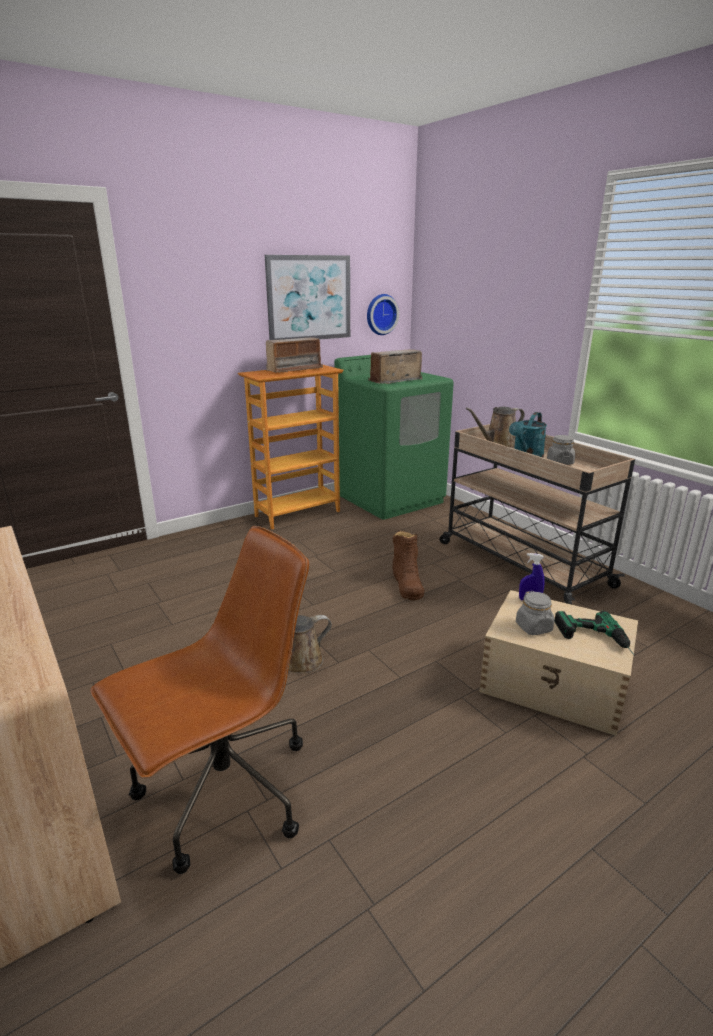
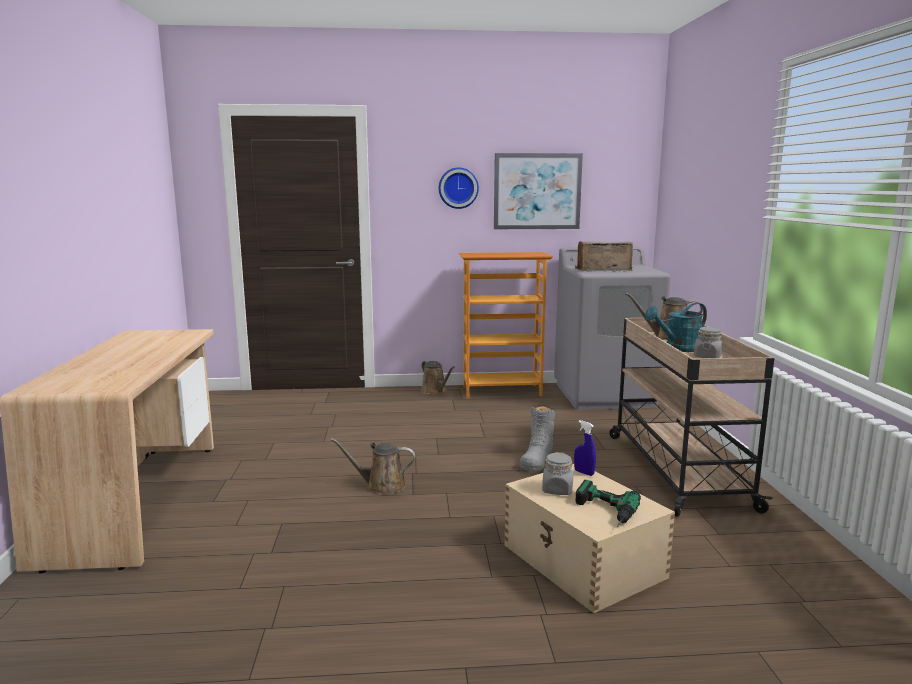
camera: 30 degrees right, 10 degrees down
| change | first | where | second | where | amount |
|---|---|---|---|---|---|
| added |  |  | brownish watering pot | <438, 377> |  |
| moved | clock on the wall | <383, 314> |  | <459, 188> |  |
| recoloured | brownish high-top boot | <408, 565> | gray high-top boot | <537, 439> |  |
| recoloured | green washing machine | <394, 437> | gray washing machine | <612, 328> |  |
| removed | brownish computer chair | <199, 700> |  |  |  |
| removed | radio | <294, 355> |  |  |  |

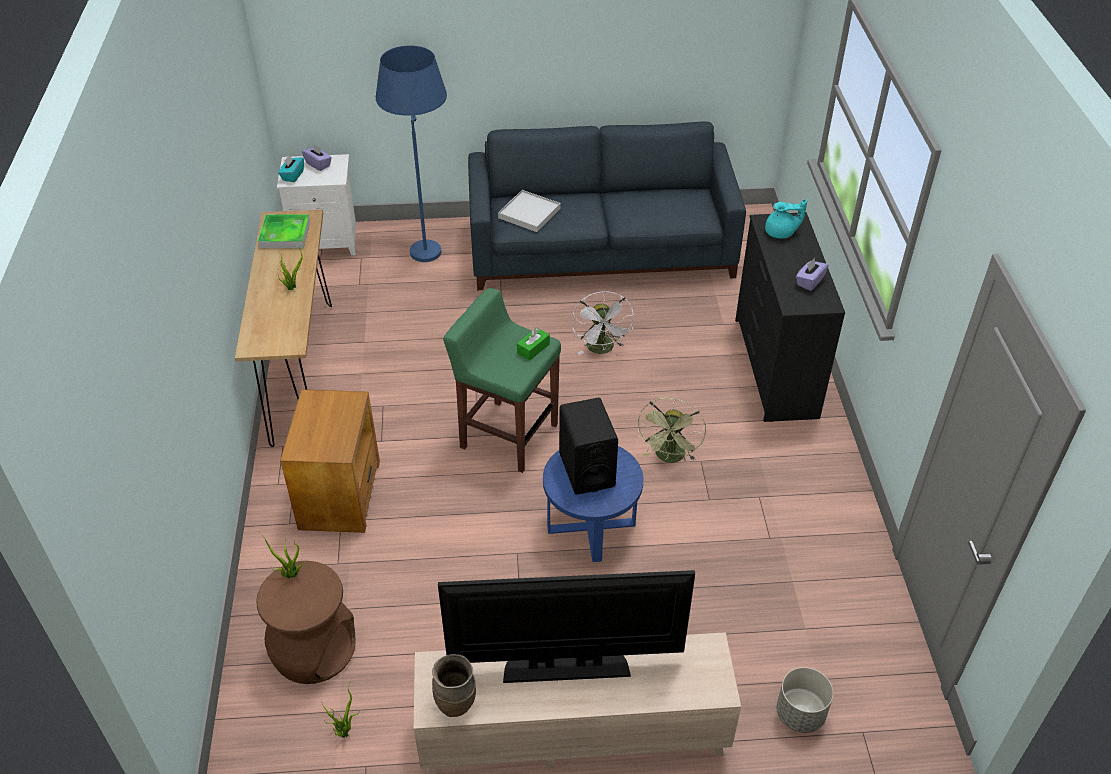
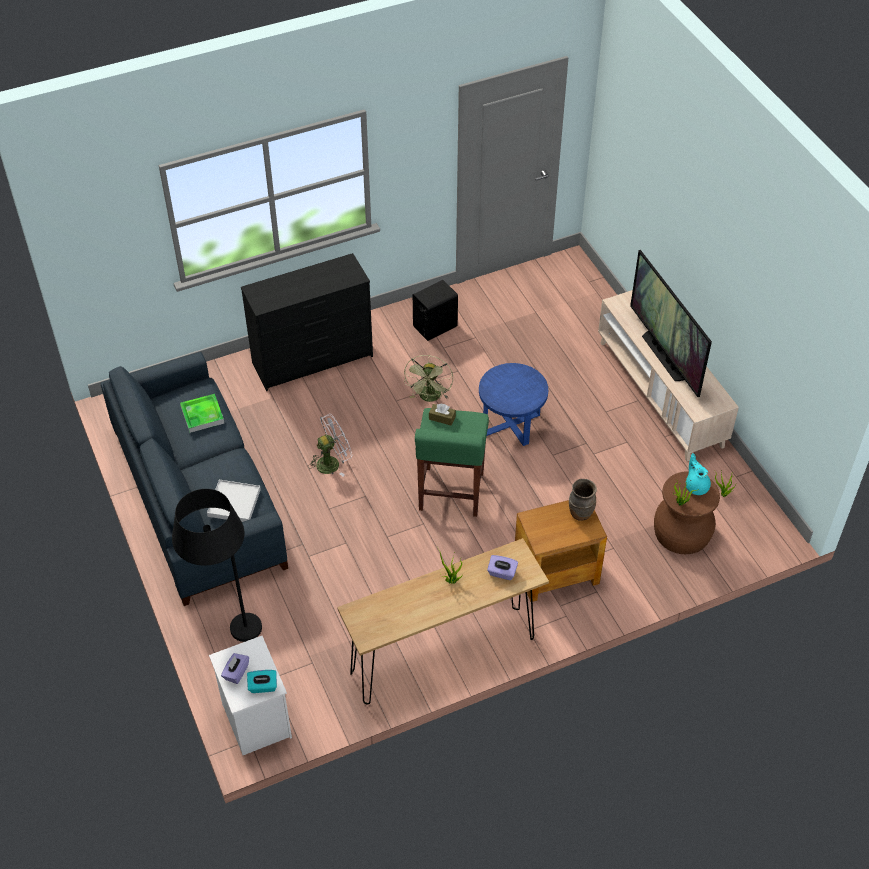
camera: 110 degrees left, 5 degrees up
| change | first | where | second | where | amount |
|---|---|---|---|---|---|
| recoloured | blue-coloured standard lamp | <411, 153> | black-coloured standard lamp | <217, 565> |  |
| moved | carrying tray | <284, 231> |  | <202, 413> |  |
| turned | green cooling fan | <671, 430> |  | <428, 378> | 105 degrees clockwise |
| moved | black-coloured loudspeaker | <588, 446> |  | <435, 310> |  |
| recoloured | green box of tissues | <533, 344> | brownish box of tissues | <442, 415> |  |
| moved | purplish box of tissues | <812, 274> |  | <502, 567> |  |
| moved | brownish flower vase | <454, 685> |  | <583, 500> |  |
| moved | turquoise-coloured teapot | <786, 218> |  | <698, 474> |  |
| removed | gray flower pot | <805, 700> |  |  |  |

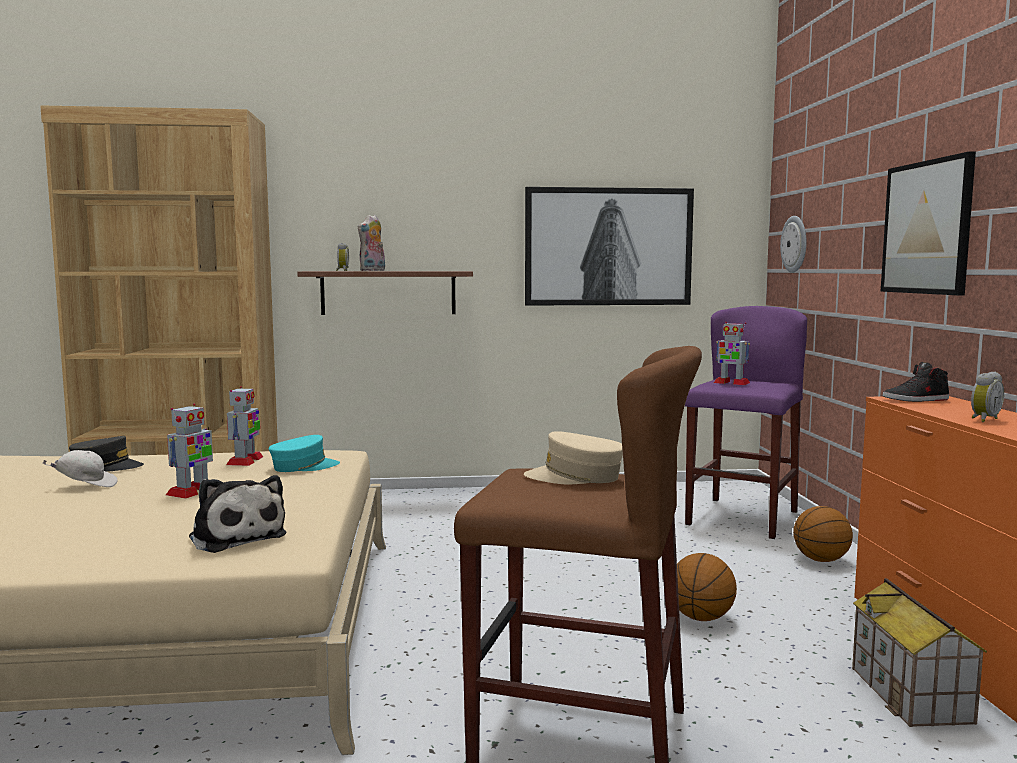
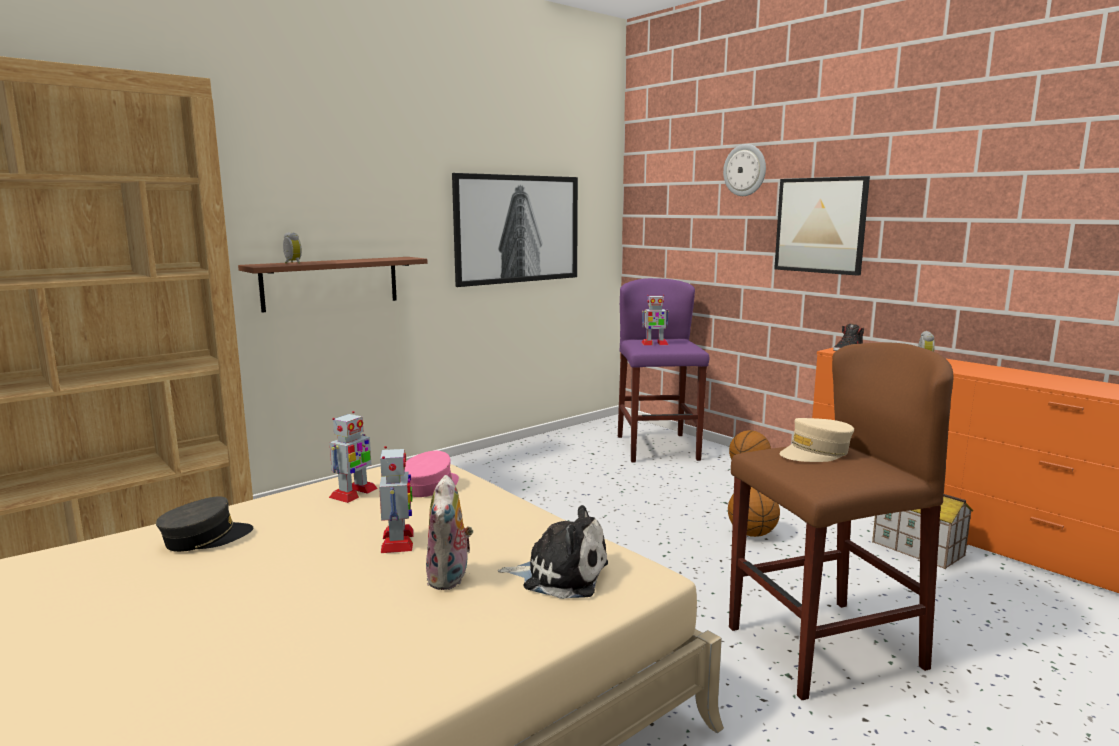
camera: 35 degrees left, 5 degrees up
| change | first | where | second | where | amount |
|---|---|---|---|---|---|
| turned | robot figure | <244, 426> |  | <353, 457> | 60 degrees clockwise |
| recoloured | turquoise-coloured baseball cap | <304, 453> | pinkish baseball cap | <432, 474> |  |
| moved | soft toy | <371, 243> |  | <449, 532> |  |
| moved | clock on the wall | <793, 244> |  | <744, 170> |  |
| removed | whitish baseball cap | <80, 468> |  |  |  |

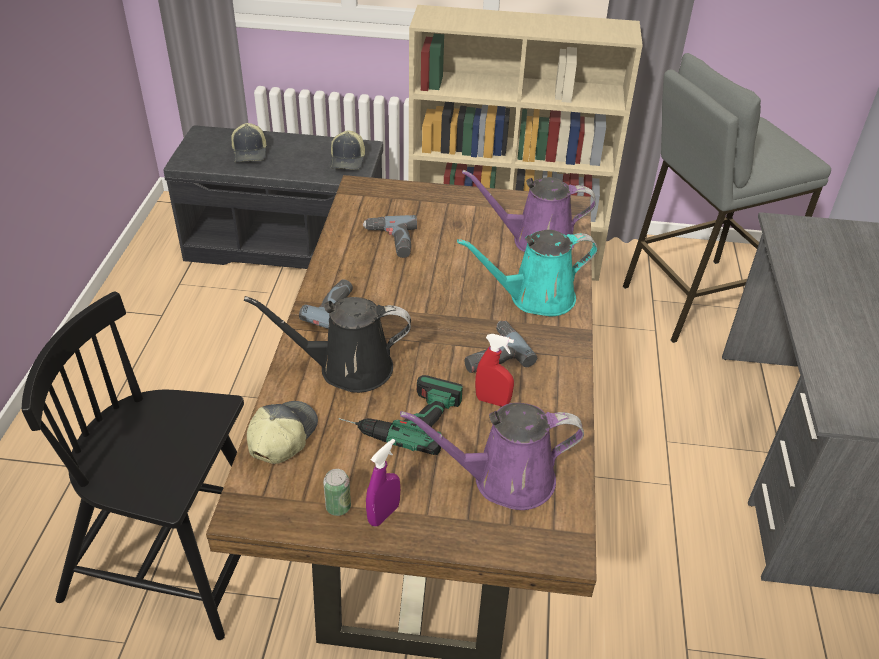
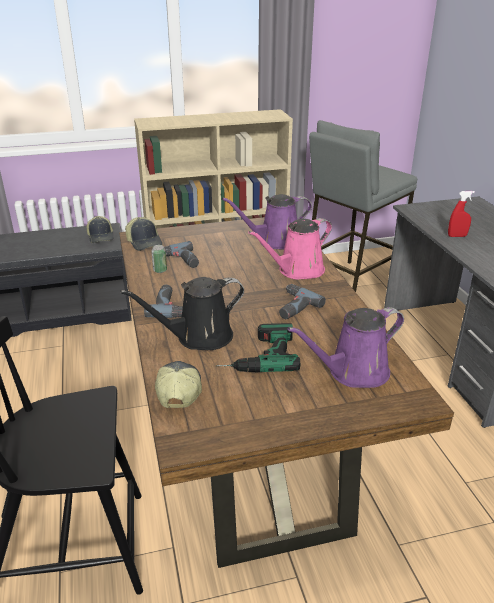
camera: 20 degrees left, 10 degrees down
| change | first | where | second | where | amount |
|---|---|---|---|---|---|
| moved | baseball cap | <249, 142> |  | <143, 234> |  |
| moved | sealed can | <337, 492> |  | <159, 259> |  |
| recoloured | turquoise-coloured watering pot | <527, 273> | pinkish watering pot | <290, 249> |  |
| moved | red-coloured spray bottle | <494, 370> |  | <461, 214> |  |
| removed | purplish spray bottle | <383, 482> |  |  |  |

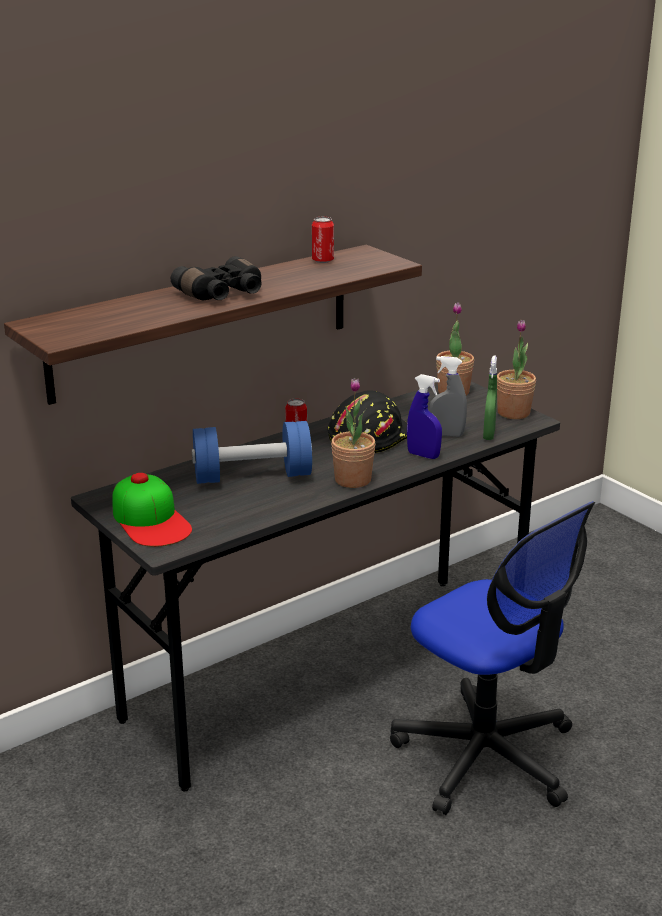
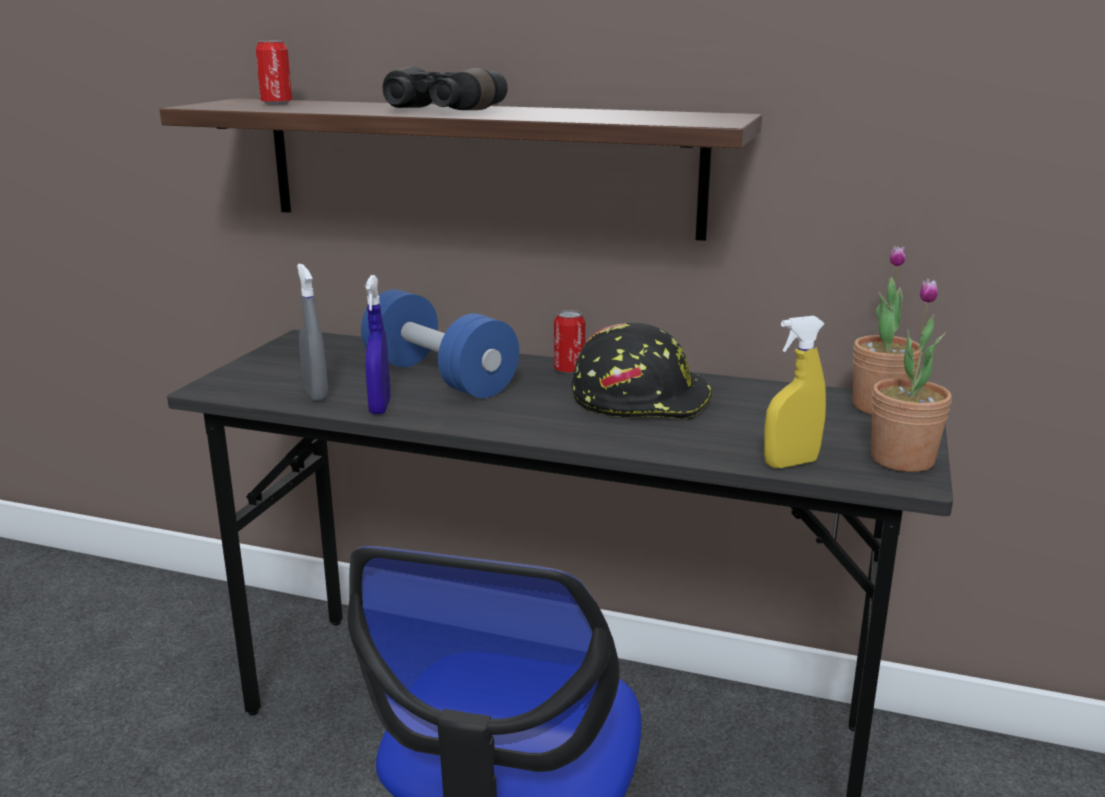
camera: 55 degrees right, 5 degrees down
| change | first | where | second | where | amount |
|---|---|---|---|---|---|
| moved | sealed can | <323, 240> |  | <273, 72> |  |
| moved | gray spray bottle | <448, 396> |  | <312, 332> |  |
| moved | blue-coloured spray bottle | <424, 416> |  | <377, 344> |  |
| recoloured | green spray bottle | <490, 397> | yellow-coloured spray bottle | <795, 392> |  |
| removed | baseball cap | <152, 510> |  |  |  |
| removed | houseplant | <353, 433> |  |  |  |

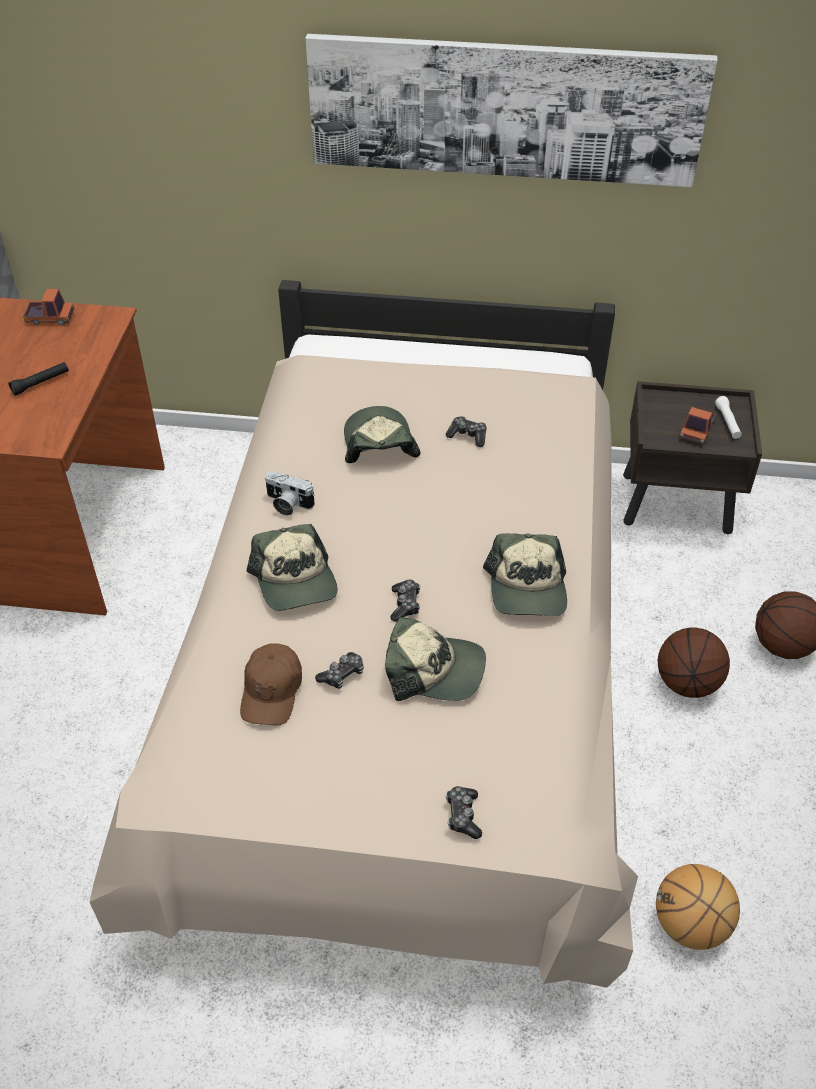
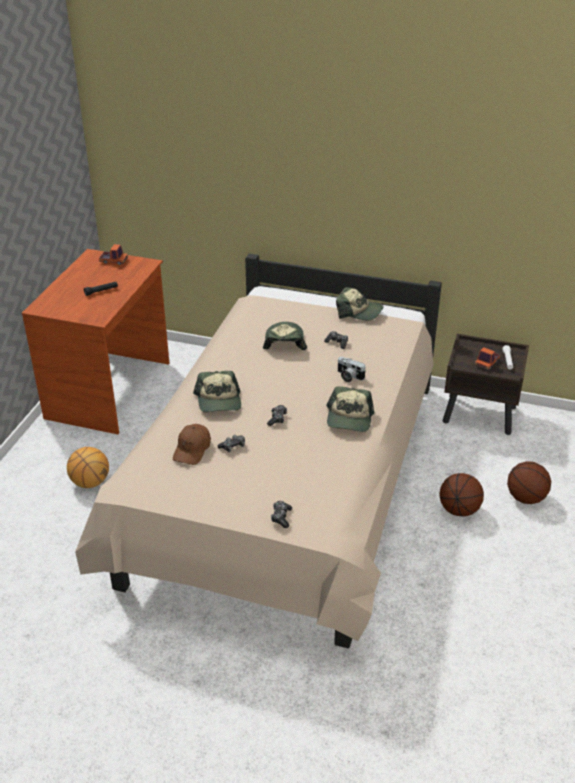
camera: 10 degrees right, 10 degrees down
| change | first | where | second | where | amount |
|---|---|---|---|---|---|
| moved | basketball ball | <698, 907> |  | <88, 467> |  |
| moved | baseball cap | <435, 659> |  | <360, 303> |  |
| moved | still camera | <290, 493> |  | <351, 369> |  |
| removed | wall art | <512, 110> |  |  |  |

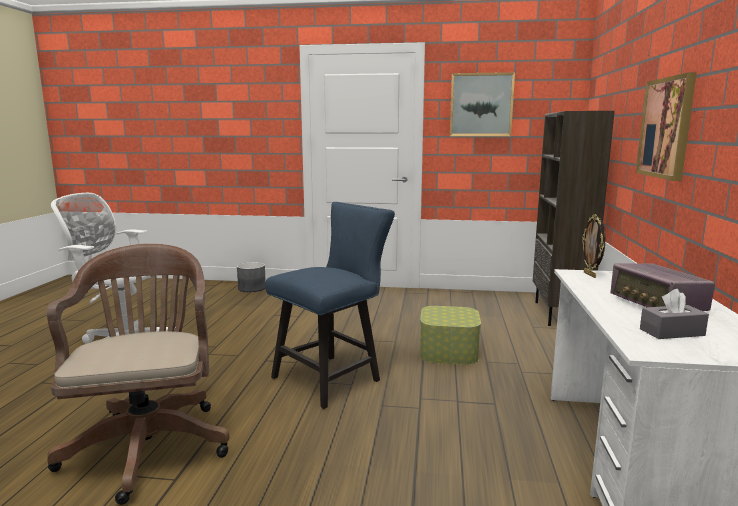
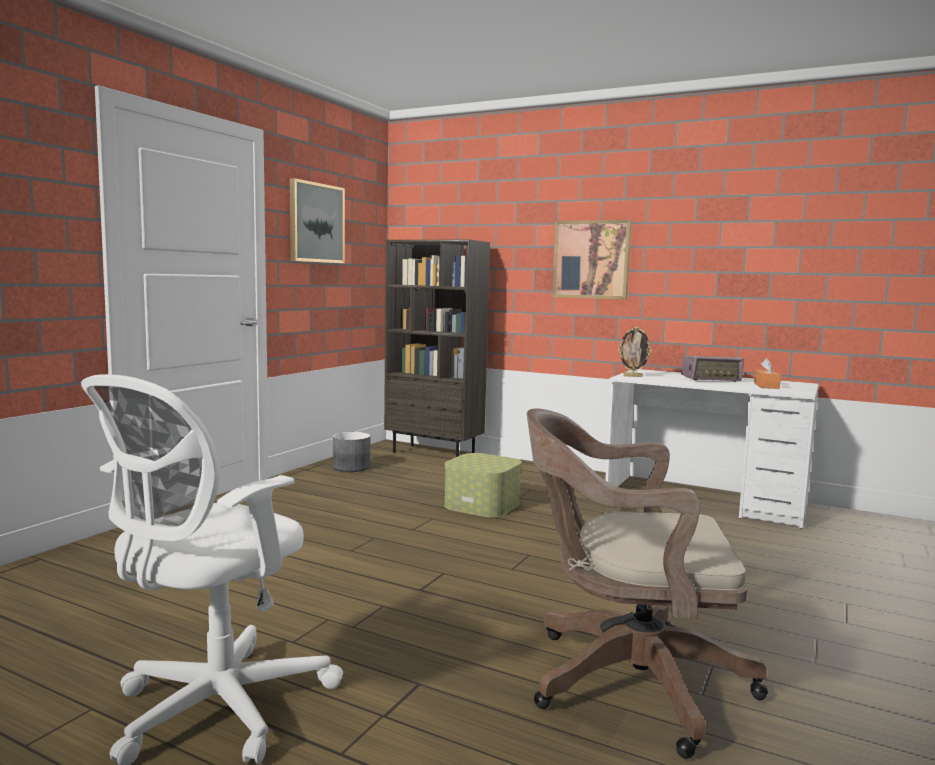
camera: 70 degrees left, 5 degrees down
| change | first | where | second | where | amount |
|---|---|---|---|---|---|
| moved | gray flower pot | <251, 277> |  | <352, 452> |  |
| recoloured | gray box of tissues | <674, 314> | orangey box of tissues | <767, 373> |  |
| removed | blue-coloured upright chair | <330, 305> |  |  |  |

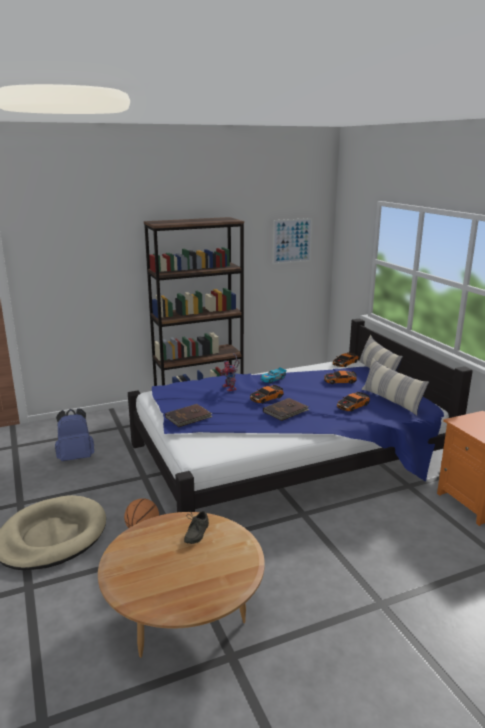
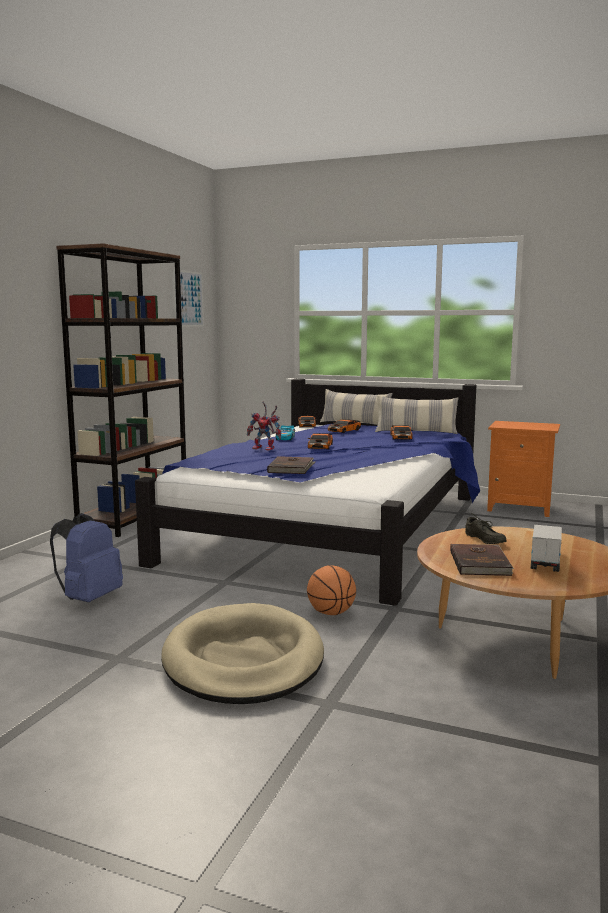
camera: 45 degrees left, 10 degrees down
| change | first | where | second | where | amount |
|---|---|---|---|---|---|
| moved | brownish book | <286, 409> |  | <482, 560> |  |
| added |  |  | model truck | <546, 548> |  |

